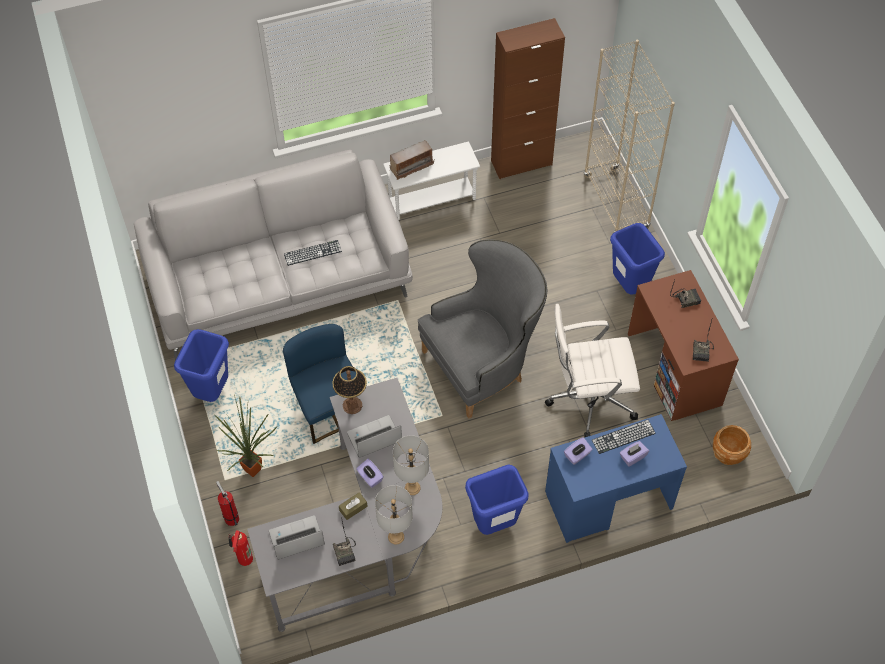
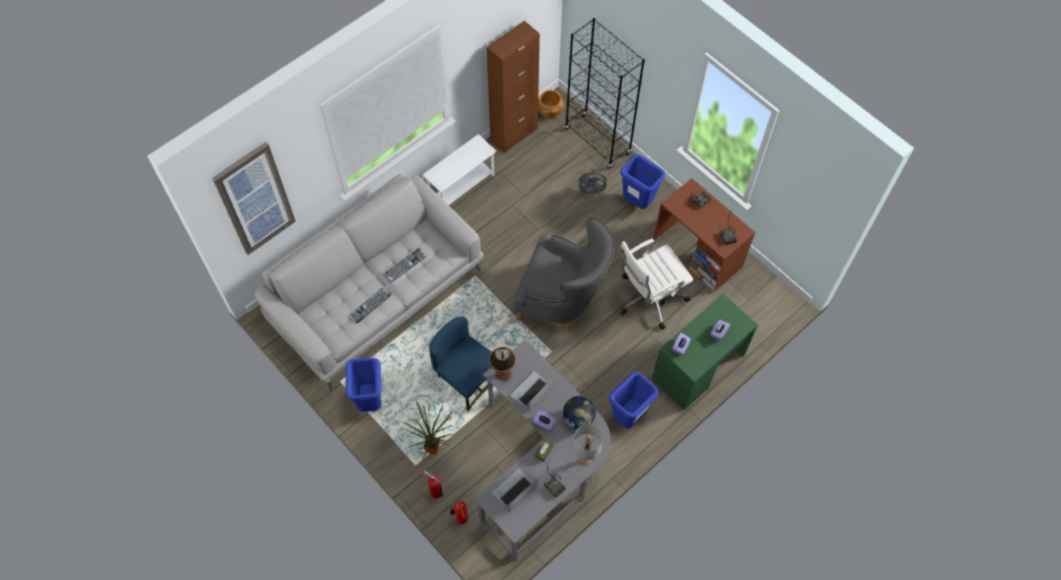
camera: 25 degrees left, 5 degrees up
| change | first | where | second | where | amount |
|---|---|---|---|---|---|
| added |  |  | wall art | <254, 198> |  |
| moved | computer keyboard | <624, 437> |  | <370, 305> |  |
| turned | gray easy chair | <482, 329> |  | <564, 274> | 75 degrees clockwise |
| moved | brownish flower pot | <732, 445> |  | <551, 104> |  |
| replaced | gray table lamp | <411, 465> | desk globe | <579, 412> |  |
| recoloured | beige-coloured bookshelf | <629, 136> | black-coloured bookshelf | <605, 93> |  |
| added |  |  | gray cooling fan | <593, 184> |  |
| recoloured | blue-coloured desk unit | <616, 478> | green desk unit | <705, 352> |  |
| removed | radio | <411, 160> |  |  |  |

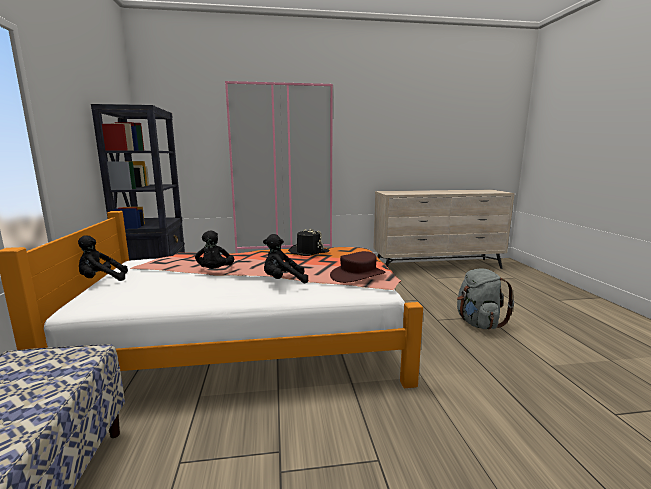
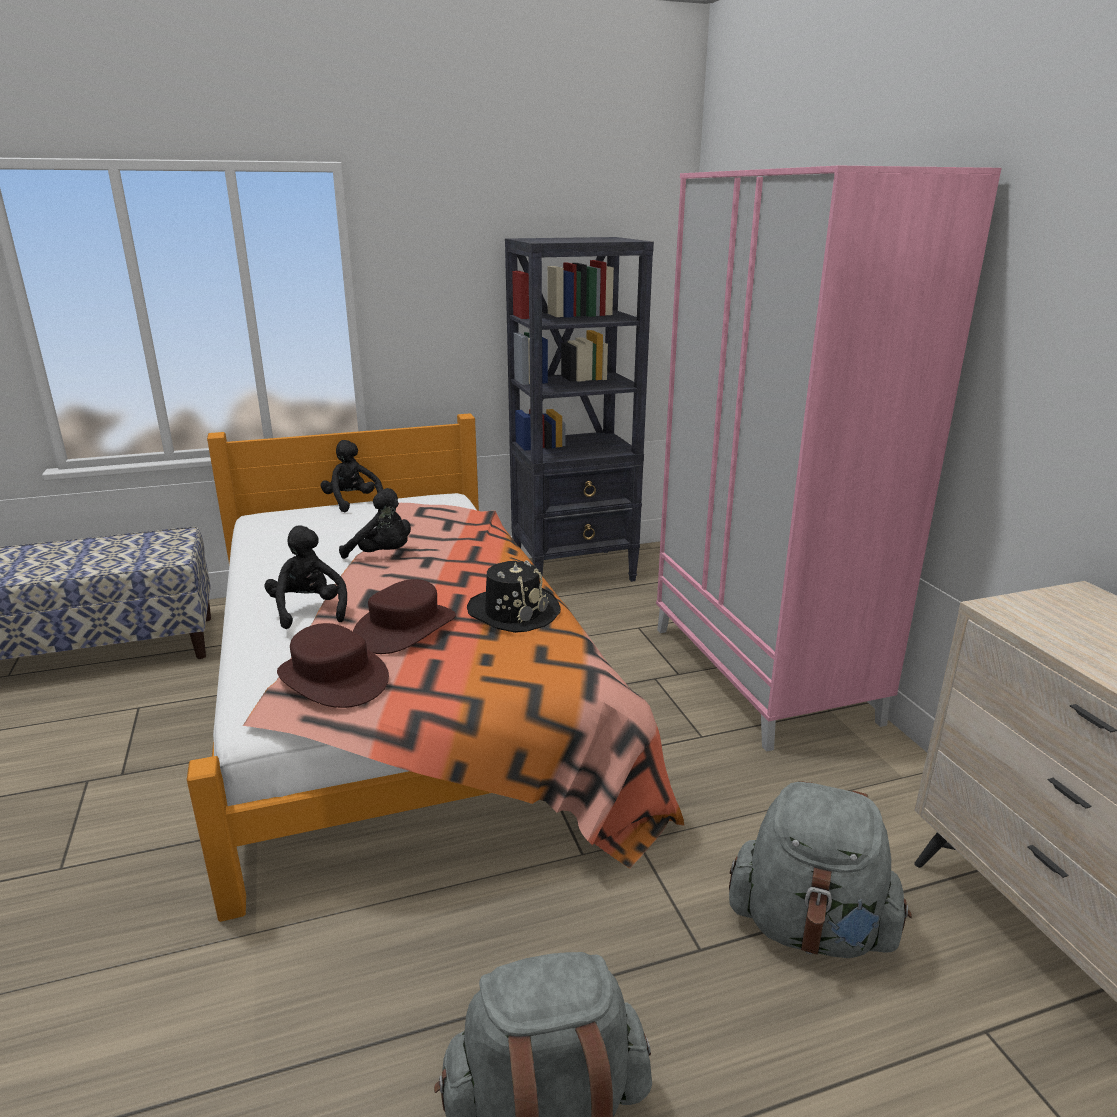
camera: 80 degrees right, 10 degrees up
| change | first | where | second | where | amount |
|---|---|---|---|---|---|
| turned | black-coloured soft toy | <214, 249> |  | <375, 523> | 135 degrees counterclockwise |
| added |  |  | brownish wearable hat | <404, 616> |  |
| added |  |  | gray rucksack | <820, 869> |  |

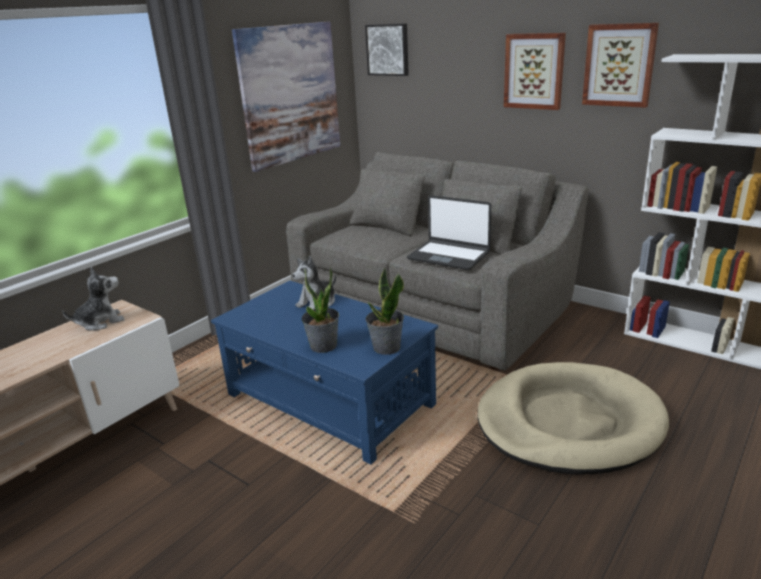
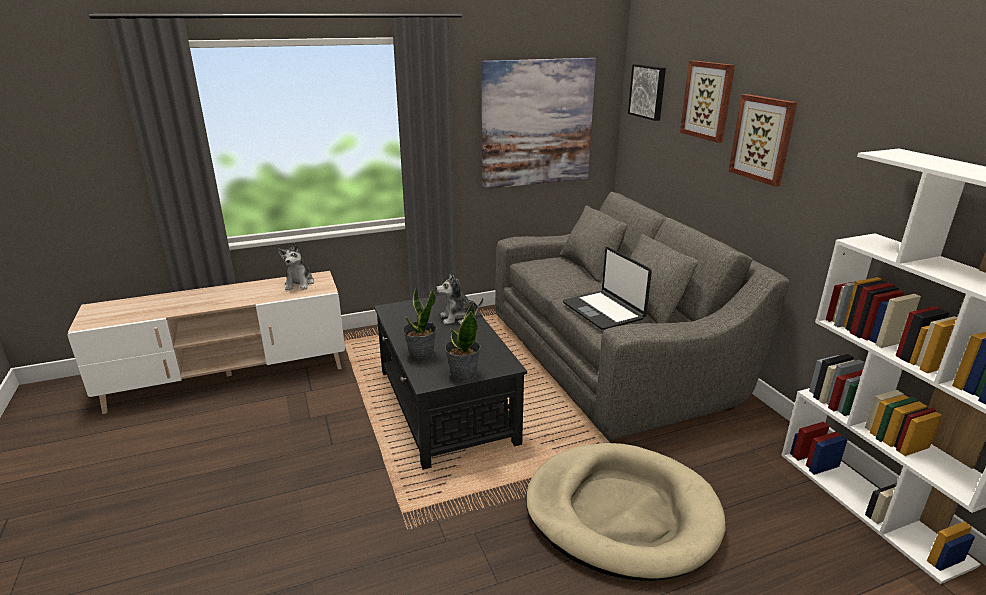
camera: 30 degrees right, 0 degrees up
| change | first | where | second | where | amount |
|---|---|---|---|---|---|
| turned | soft toy | <93, 299> |  | <296, 266> | 90 degrees clockwise |
| recoloured | blue-coloured coffee table | <324, 373> | black-coloured coffee table | <450, 381> |  |
| moved | wall art | <620, 65> |  | <707, 102> |  |

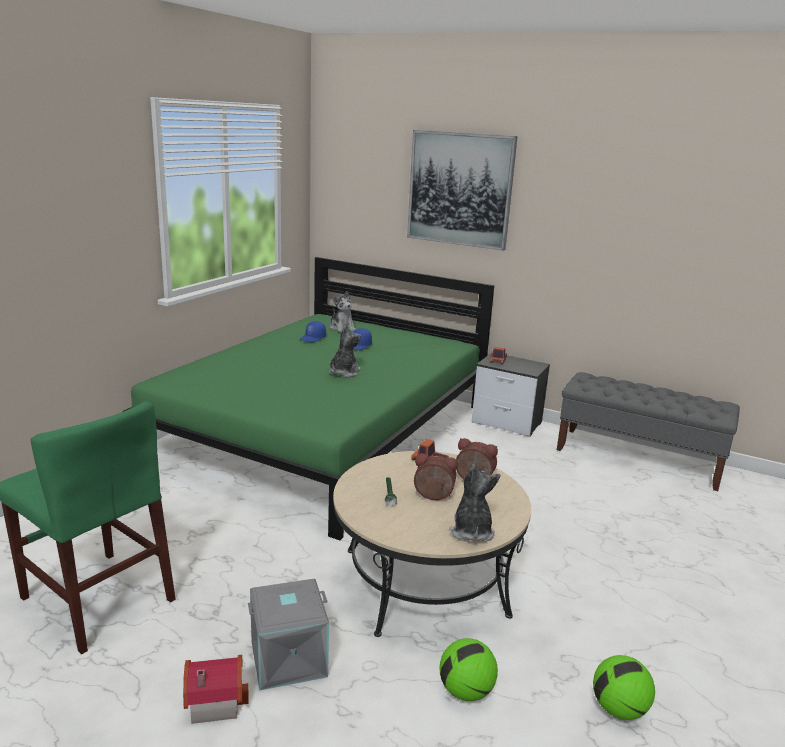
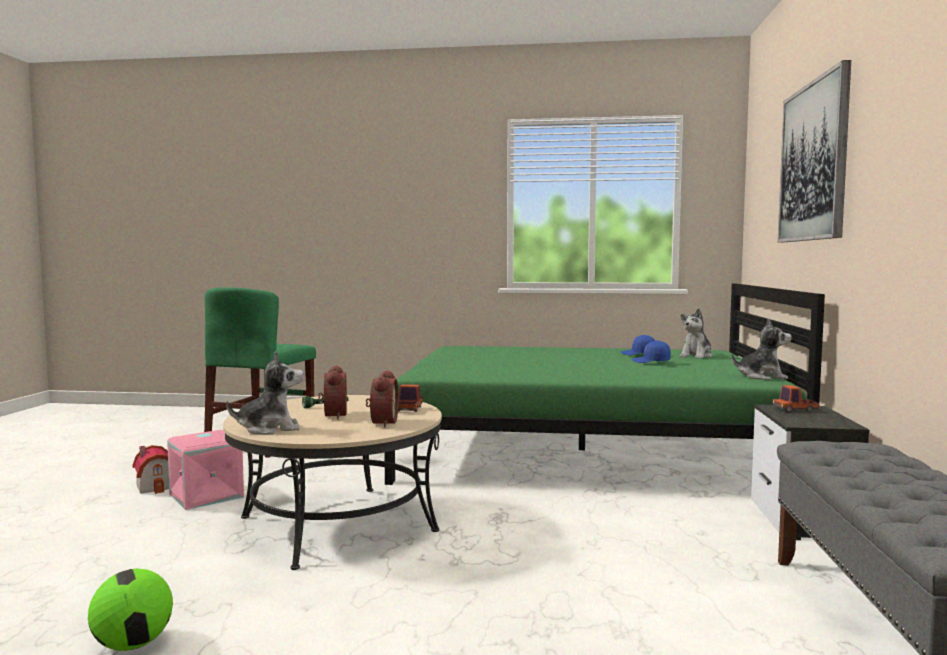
camera: 70 degrees right, 15 degrees down
| change | first | where | second | where | amount |
|---|---|---|---|---|---|
| recoloured | gray storage bin | <288, 634> | pinkish storage bin | <205, 470> |  |
| moved | soft toy | <345, 351> |  | <761, 349> |  |
| removed | ball for football | <468, 669> |  |  |  |

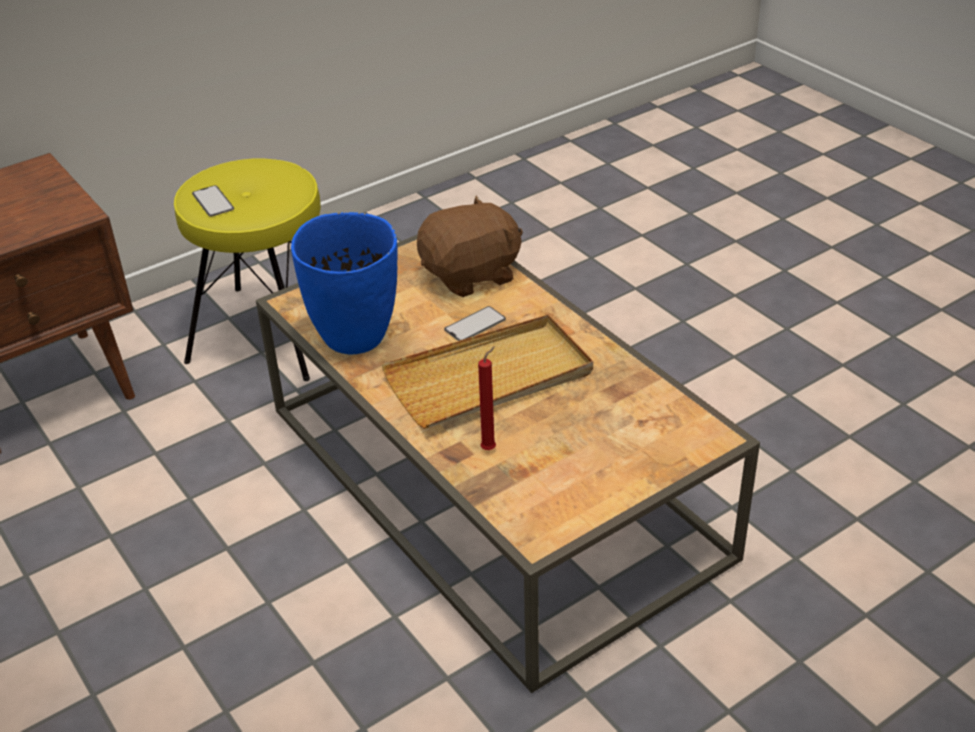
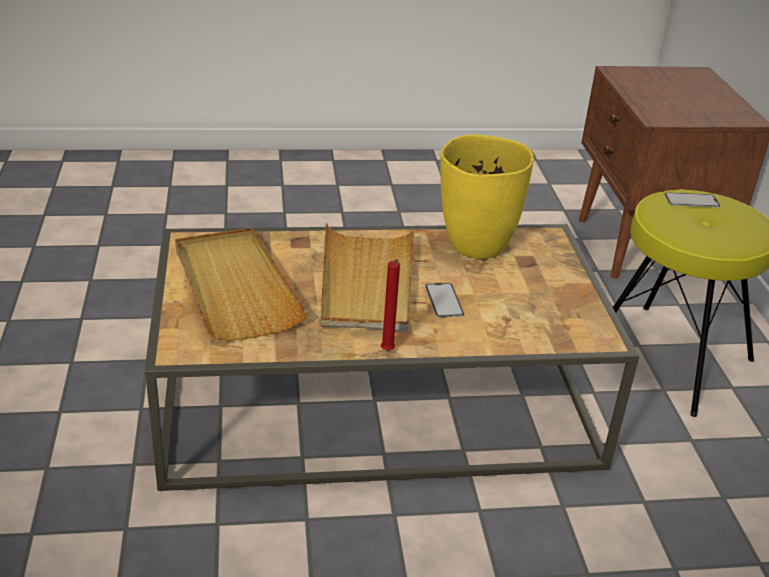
camera: 115 degrees right, 5 degrees down
| change | first | where | second | where | amount |
|---|---|---|---|---|---|
| added |  |  | beige-coloured carrying tray | <241, 284> |  |
| moved | red-coloured wax candle | <487, 398> |  | <390, 305> |  |
| recoloured | blue-coloured flower vase | <344, 283> | yellow-coloured flower vase | <487, 196> |  |
| removed | brownish soft toy | <470, 246> |  |  |  |

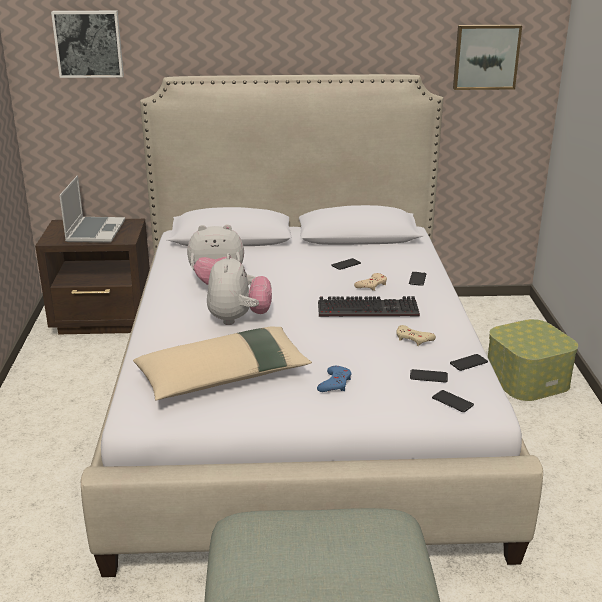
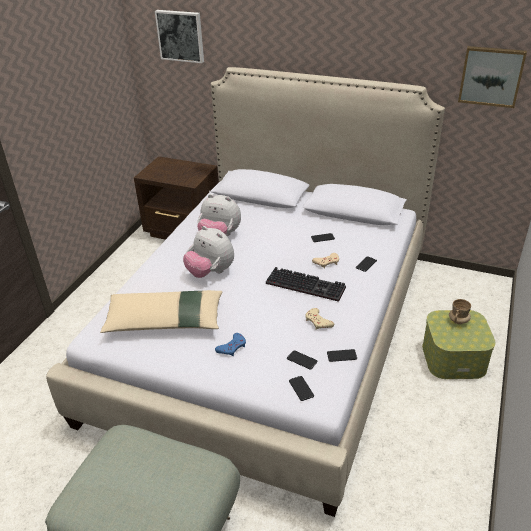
camera: 25 degrees right, 10 degrees up
| change | first | where | second | where | amount |
|---|---|---|---|---|---|
| turned | soft toy | <239, 289> |  | <208, 252> | 105 degrees clockwise |
| added |  |  | beige-coloured tea mug | <460, 311> |  |
| removed | portable computer | <92, 209> |  |  |  |

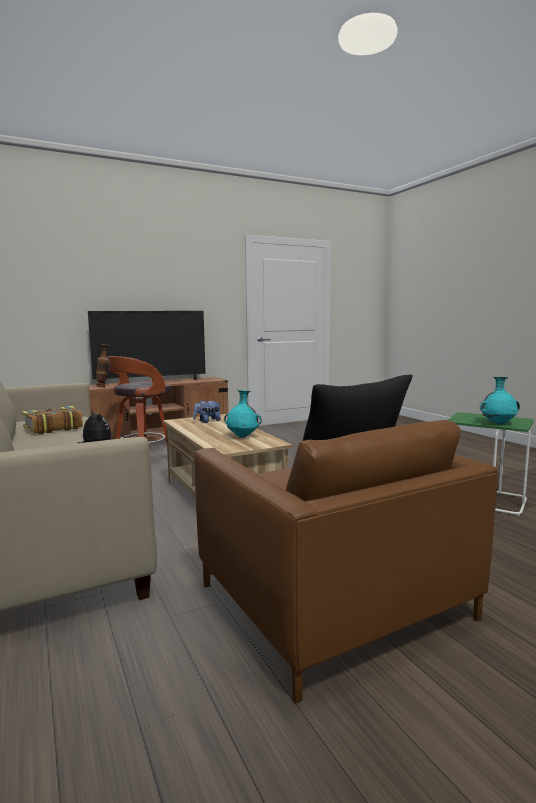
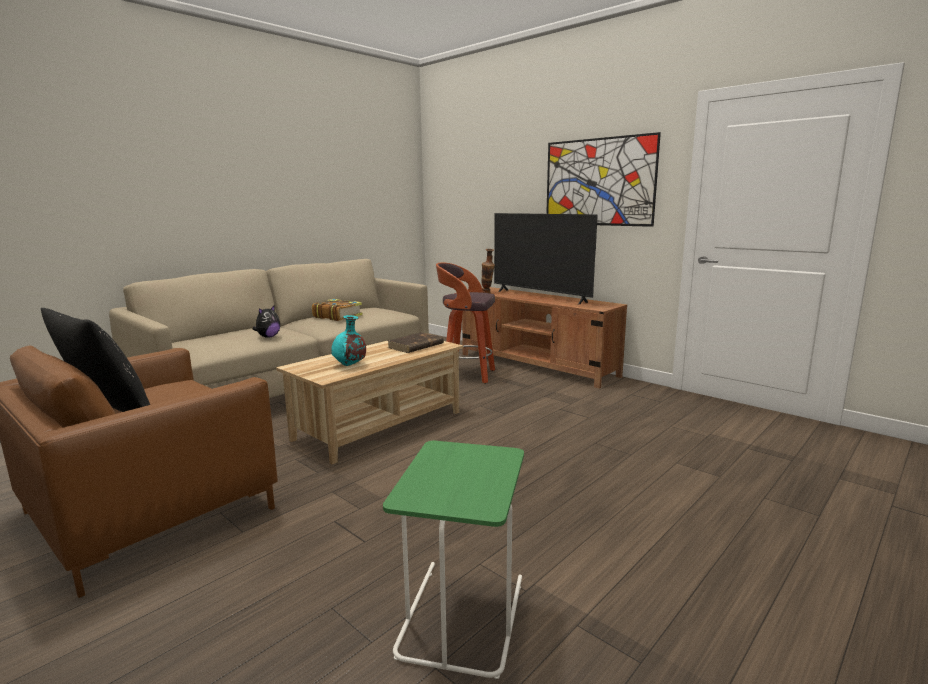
camera: 70 degrees right, 5 degrees up
| change | first | where | second | where | amount |
|---|---|---|---|---|---|
| replaced | soft toy | <207, 411> | brownish book | <416, 342> |  |
| added |  |  | wall art | <603, 179> |  |
| removed | turquoise-coloured flower vase | <500, 401> |  |  |  |

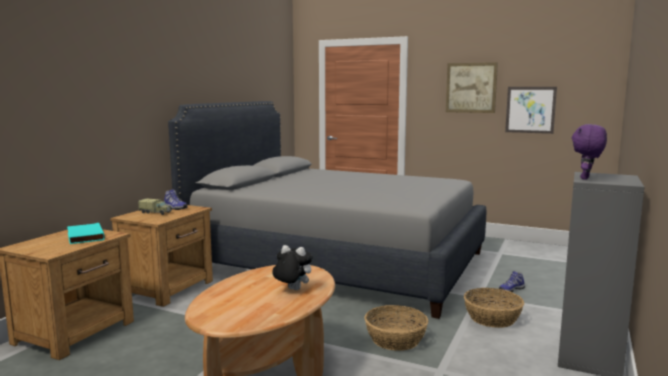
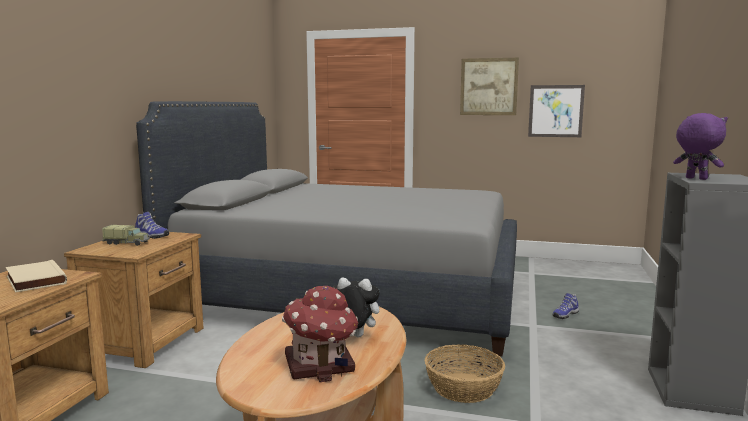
camera: 10 degrees left, 0 degrees up
| change | first | where | second | where | amount |
|---|---|---|---|---|---|
| recoloured | turquoise-coloured book | <86, 233> | beige-coloured book | <36, 276> |  |
| added |  |  | toy house | <320, 334> |  |
| turned | purplish soft toy | <589, 152> |  | <700, 146> | 120 degrees clockwise |
| removed | storage basket | <494, 308> |  |  |  |

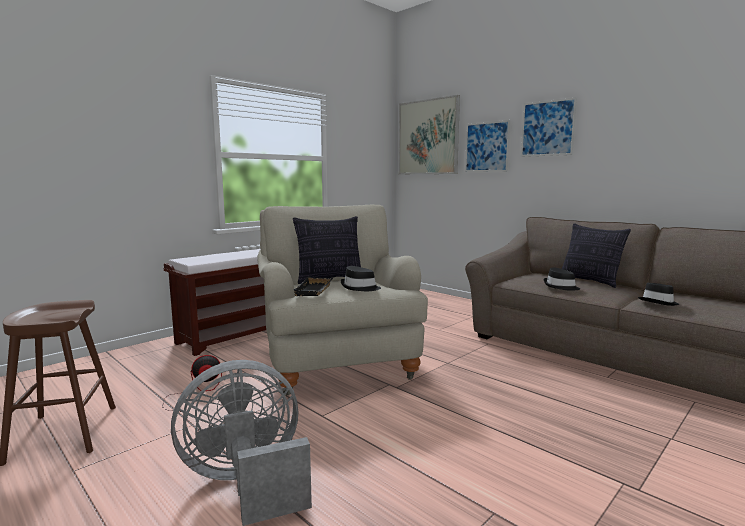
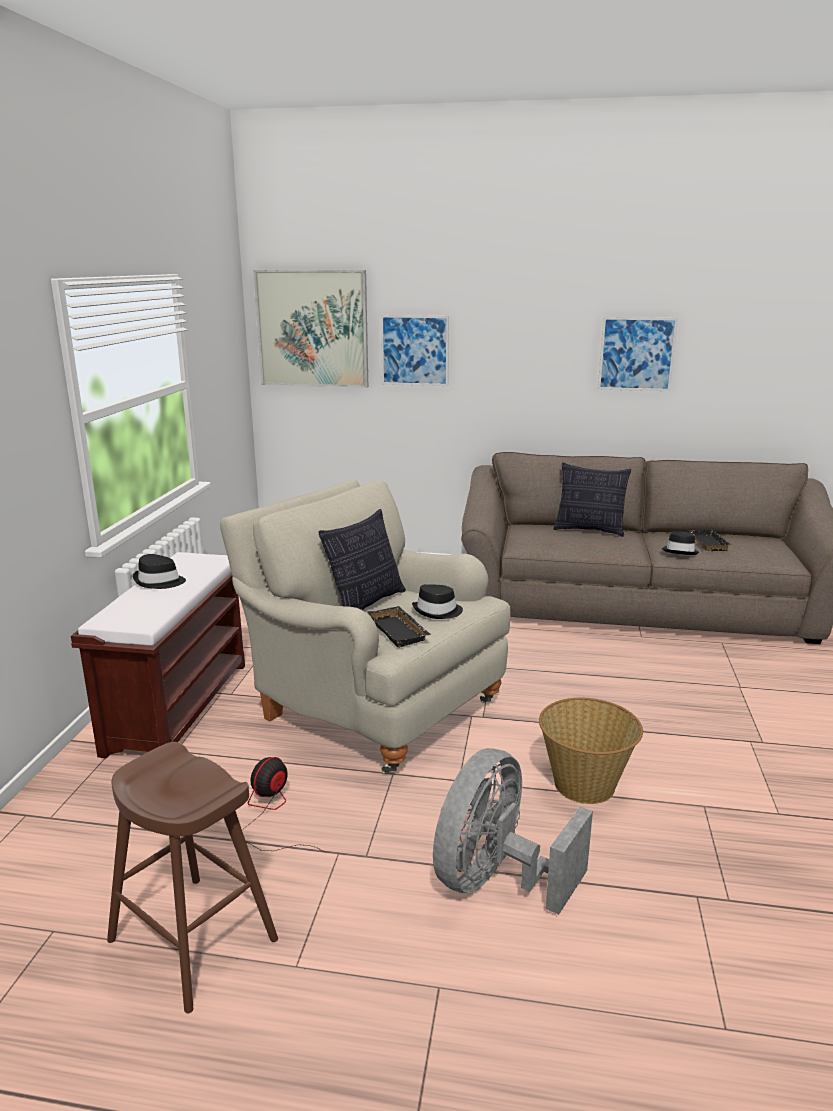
camera: 35 degrees left, 10 degrees up
| change | first | where | second | where | amount |
|---|---|---|---|---|---|
| moved | black-coloured wearable hat | <562, 279> |  | <159, 571> |  |
| added |  |  | storage basket | <591, 751> |  |
| moved | wall art | <549, 127> |  | <638, 354> |  |
| added |  |  | black-coloured carrying tray | <709, 540> |  |

